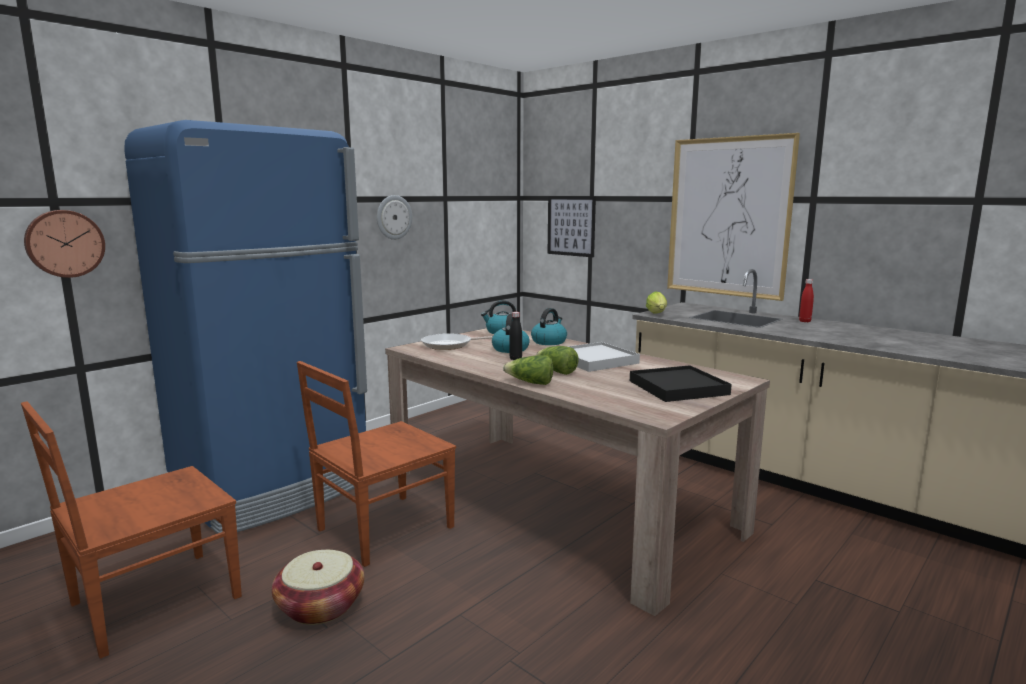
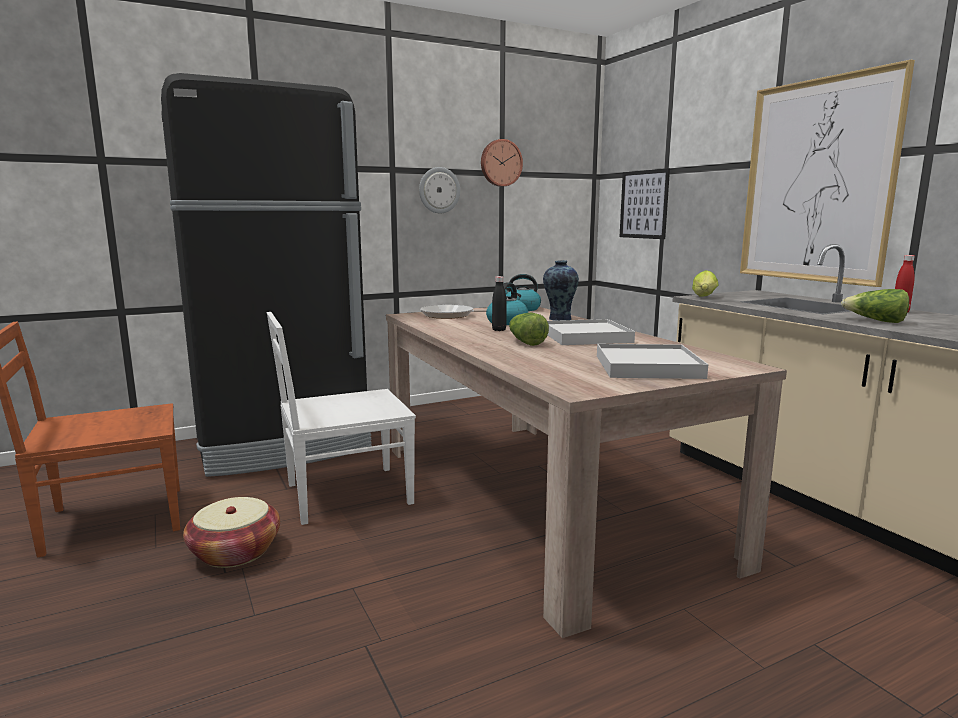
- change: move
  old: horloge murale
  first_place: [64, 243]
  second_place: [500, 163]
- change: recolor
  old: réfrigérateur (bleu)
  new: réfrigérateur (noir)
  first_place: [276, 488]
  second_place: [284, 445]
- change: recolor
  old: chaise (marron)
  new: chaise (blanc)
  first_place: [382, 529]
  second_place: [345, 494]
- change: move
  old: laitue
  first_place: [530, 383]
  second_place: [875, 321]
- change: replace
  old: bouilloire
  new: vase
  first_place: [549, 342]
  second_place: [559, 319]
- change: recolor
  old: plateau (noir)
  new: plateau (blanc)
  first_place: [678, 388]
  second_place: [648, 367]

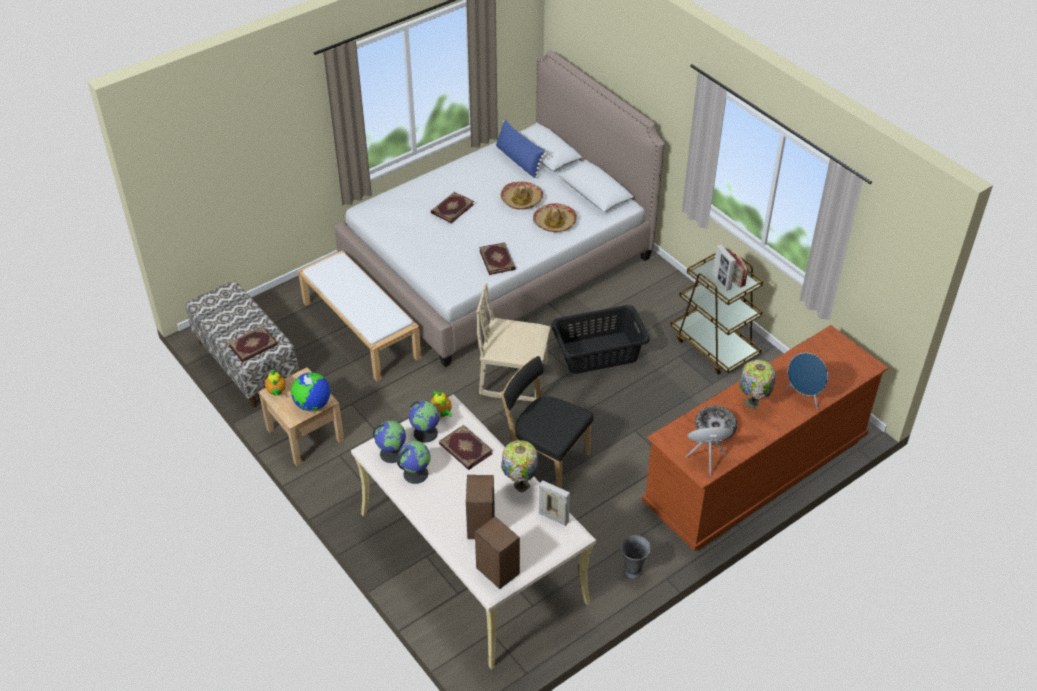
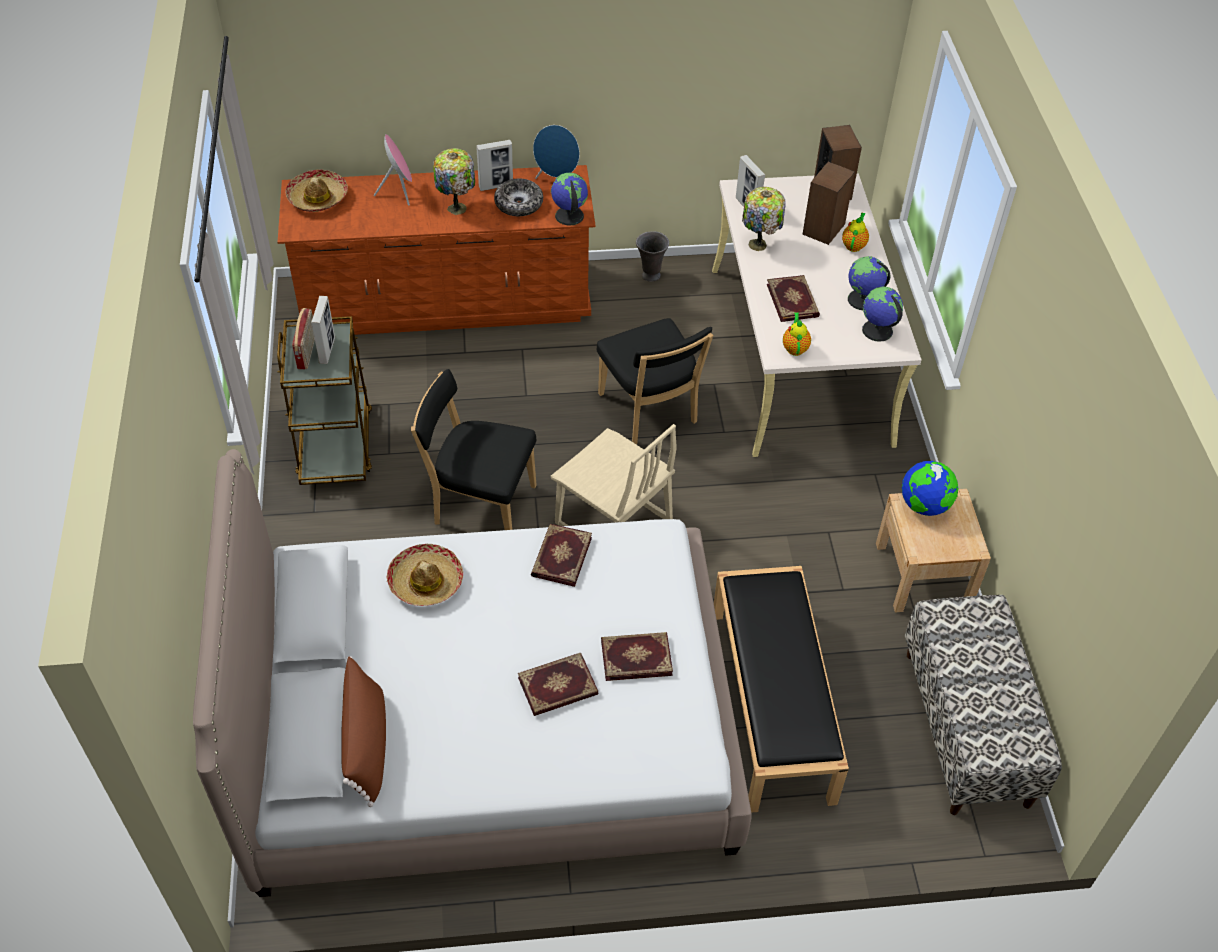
- change: move
  old: livre
  first_place: [253, 346]
  second_place: [636, 657]
- change: move
  old: théière
  first_place: [276, 392]
  second_place: [854, 245]
- change: recolor
  old: banc (blanc)
  new: banc (noir)
  first_place: [362, 330]
  second_place: [770, 702]
- change: move
  old: globe
  first_place: [426, 433]
  second_place: [568, 216]
- change: recolor
  old: coussin (bleu)
  new: coussin (marron)
  first_place: [519, 160]
  second_place: [367, 744]
- change: move
  old: chapeau
  first_place: [521, 200]
  second_place: [318, 197]
- change: replace
  old: panier à linge (noir)
  new: chaise (noir)
  first_place: [599, 353]
  second_place: [480, 504]
- change: recolor
  old: enceinte (bleu)
  new: enceinte (rose)
  first_place: [803, 396]
  second_place: [399, 191]
- change: insert
  new: cadre photo
  second_place: [496, 186]

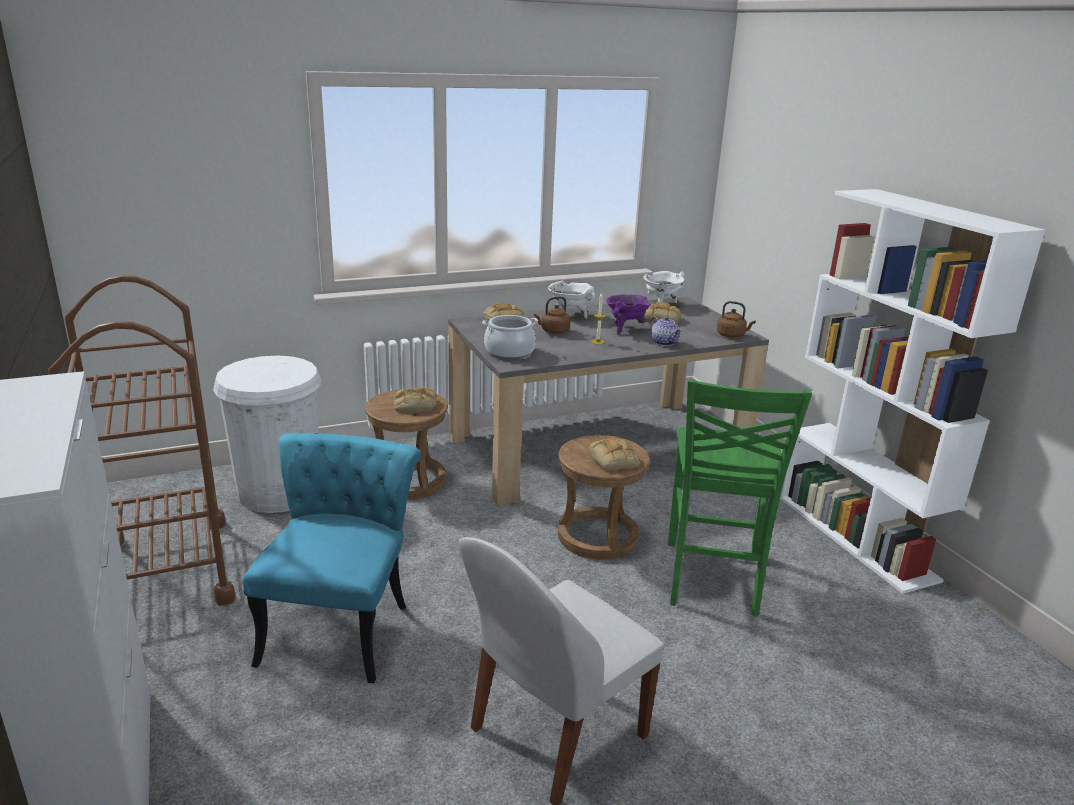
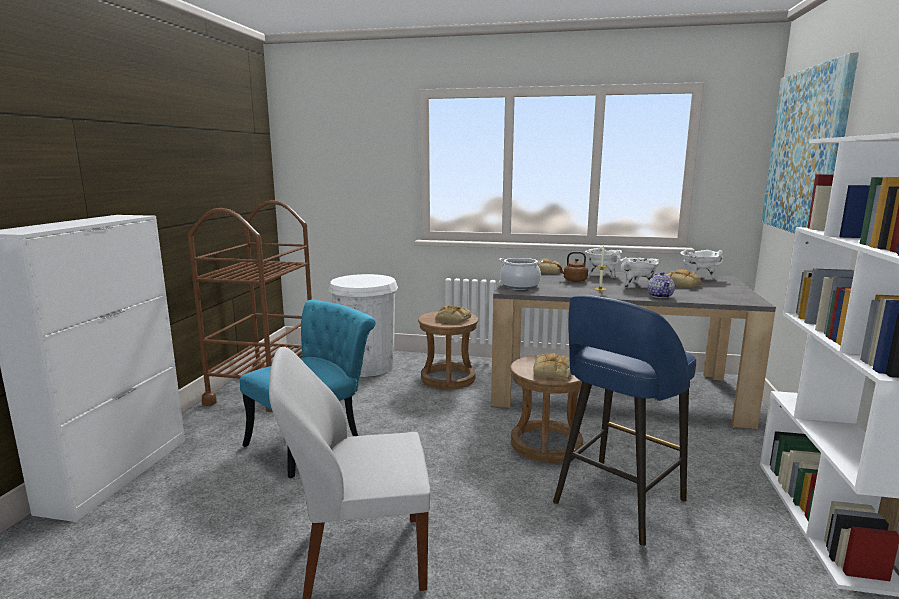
- change: recolor
  old: marmite (violet)
  new: marmite (blanc)
  first_place: [625, 329]
  second_place: [637, 286]
- change: replace
  old: chaise (vert)
  new: tabouret (bleu)
  first_place: [712, 579]
  second_place: [616, 503]
- change: delete
  old: bouilloire (marron)
  first_place: [732, 335]
- change: insert
  new: tableau
  second_place: [805, 151]

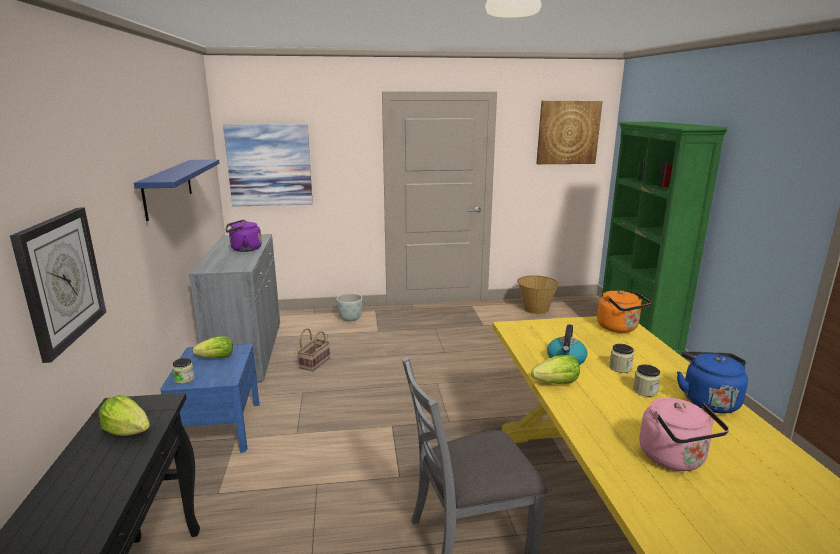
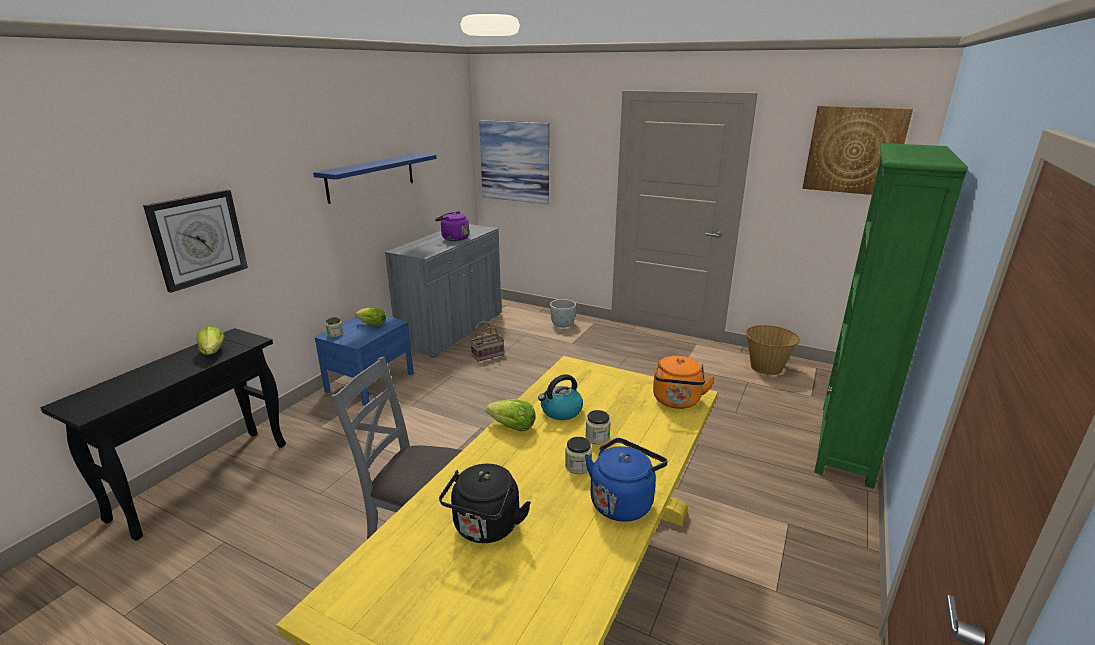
- change: recolor
  old: bouilloire (rose)
  new: bouilloire (noir)
  first_place: [675, 459]
  second_place: [485, 528]

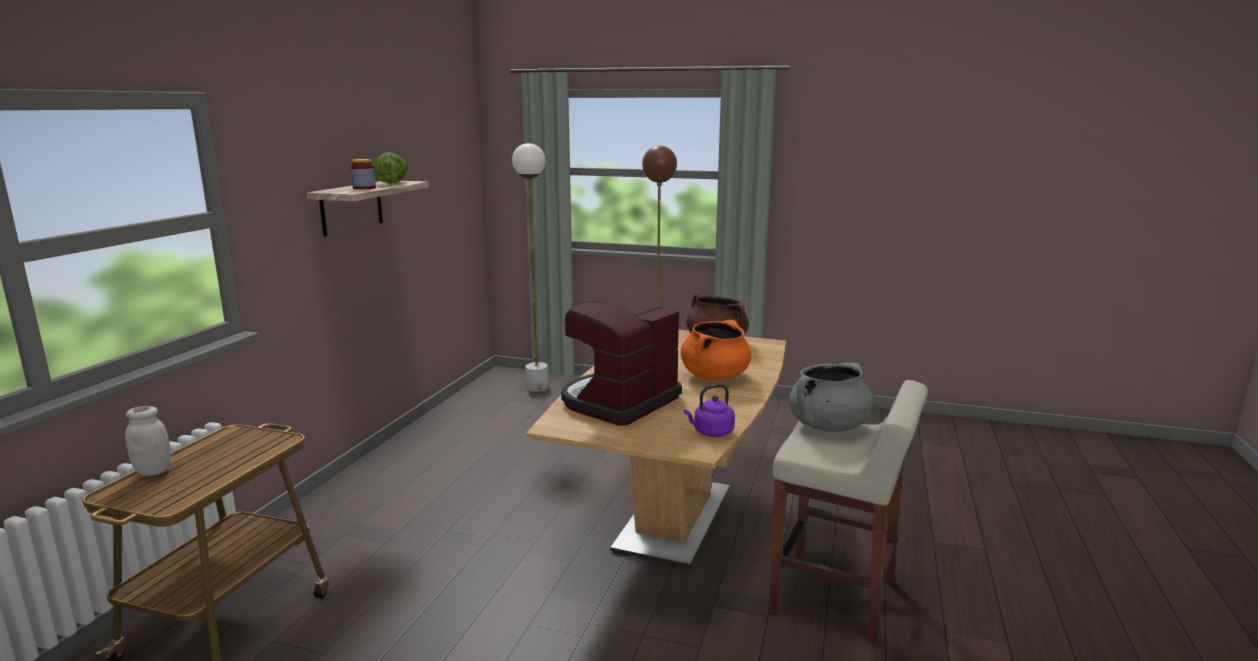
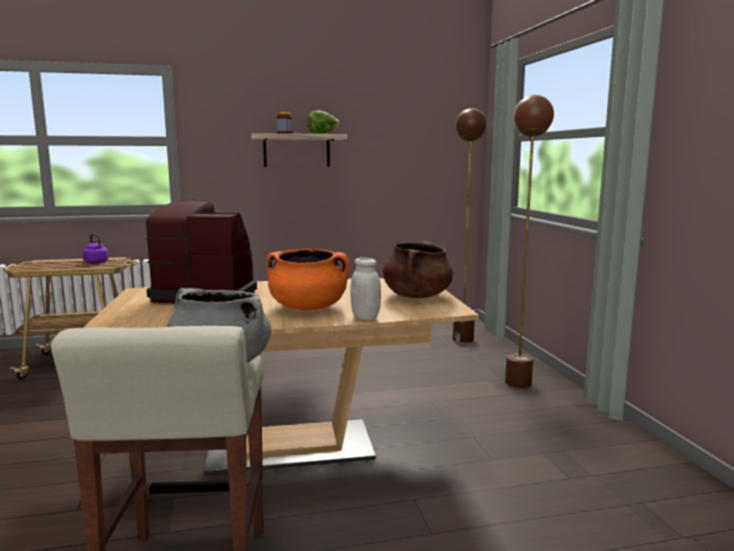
- change: move
  old: bocal (blanc)
  first_place: [153, 471]
  second_place: [365, 317]
- change: recolor
  old: lampadaire (blanc)
  new: lampadaire (marron)
  first_place: [537, 387]
  second_place: [463, 339]
- change: move
  old: bouilloire (violet)
  first_place: [711, 432]
  second_place: [95, 262]

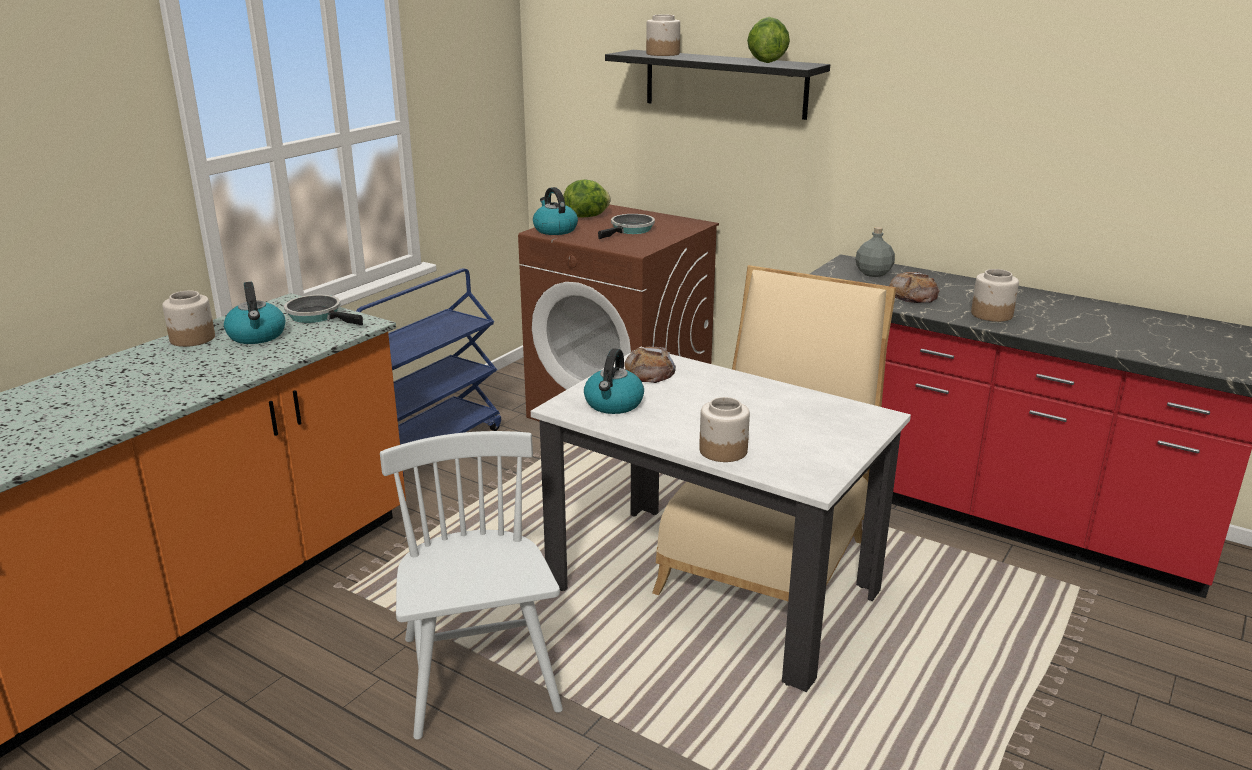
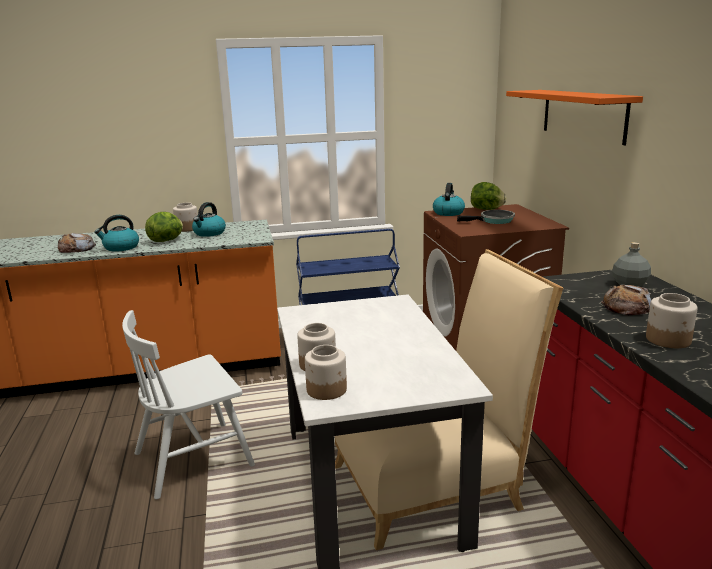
- change: delete
  old: poêle
  first_place: [318, 316]
- change: rotate
  old: chaise (blanc)
  first_place: [479, 675]
  second_place: [194, 458]
  degrees: -150
- change: move
  old: bouilloire
  first_place: [614, 404]
  second_place: [120, 248]
- change: recolor
  old: étagère (noir)
  new: étagère (orange)
  first_place: [724, 83]
  second_place: [583, 115]
- change: move
  old: pain
  first_place: [649, 372]
  second_place: [77, 249]
- change: move
  old: bocal
  first_place: [663, 54]
  second_place: [327, 390]
- change: move
  old: laitue
  first_place: [765, 62]
  second_place: [167, 240]

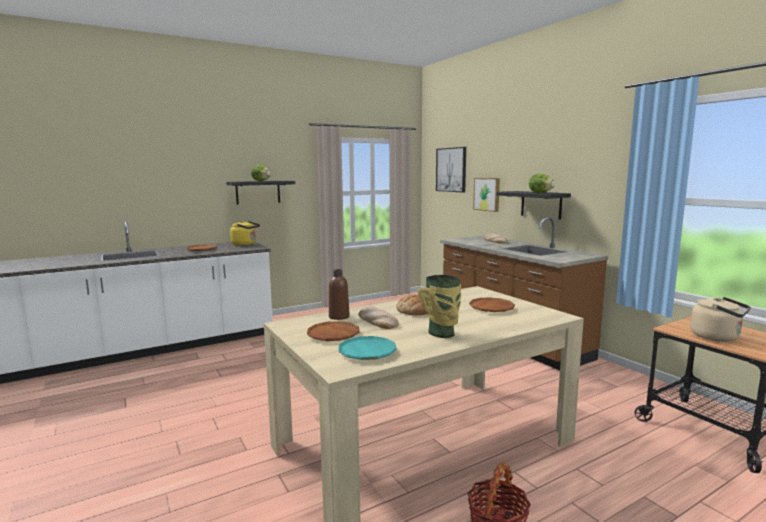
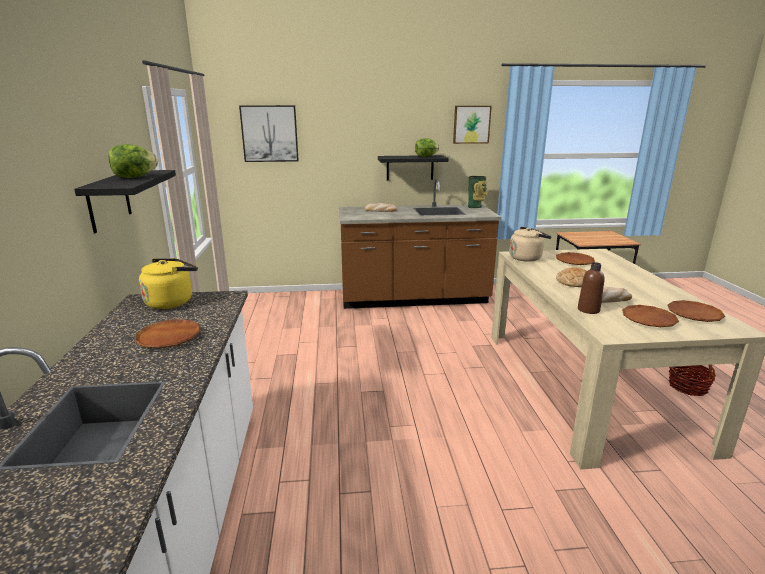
- change: recolor
  old: assiette (turquoise)
  new: assiette (marron)
  first_place: [367, 352]
  second_place: [694, 314]
- change: move
  old: vase
  first_place: [442, 334]
  second_place: [475, 207]
- change: move
  old: tableau
  first_place: [487, 194]
  second_place: [471, 124]
- change: move
  old: bouilloire (beige)
  first_place: [717, 337]
  second_place: [527, 258]

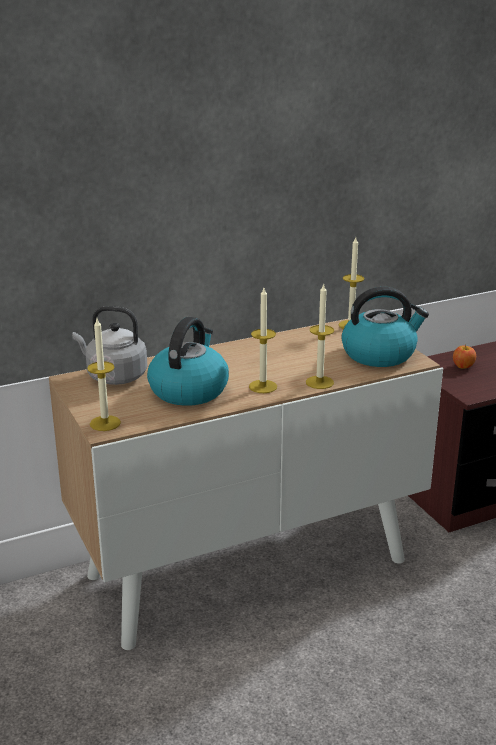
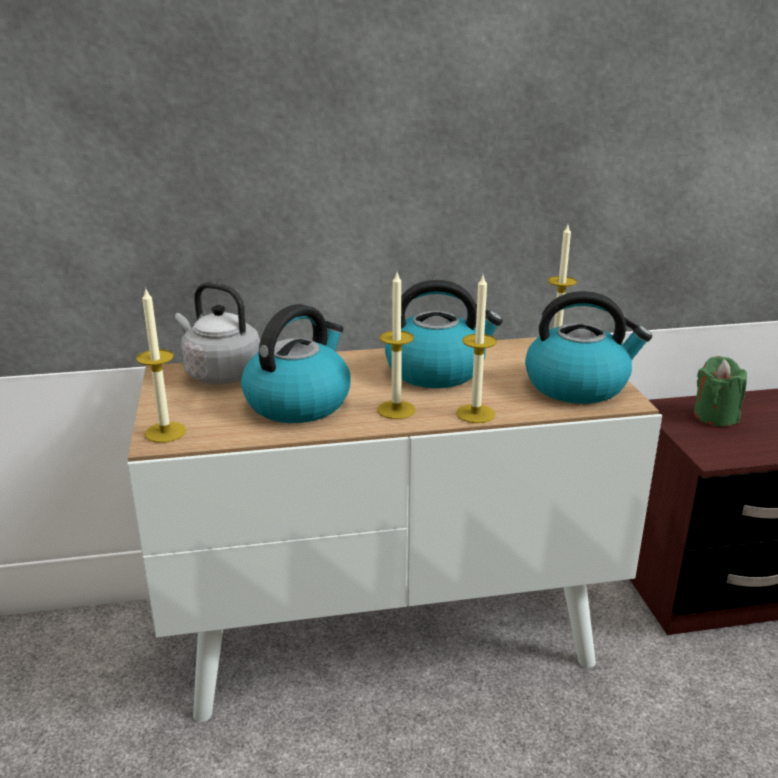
- change: replace
  old: pomme
  new: bougie (vert)
  first_place: [463, 366]
  second_place: [715, 416]
- change: insert
  new: bouilloire
  second_place: [437, 371]

